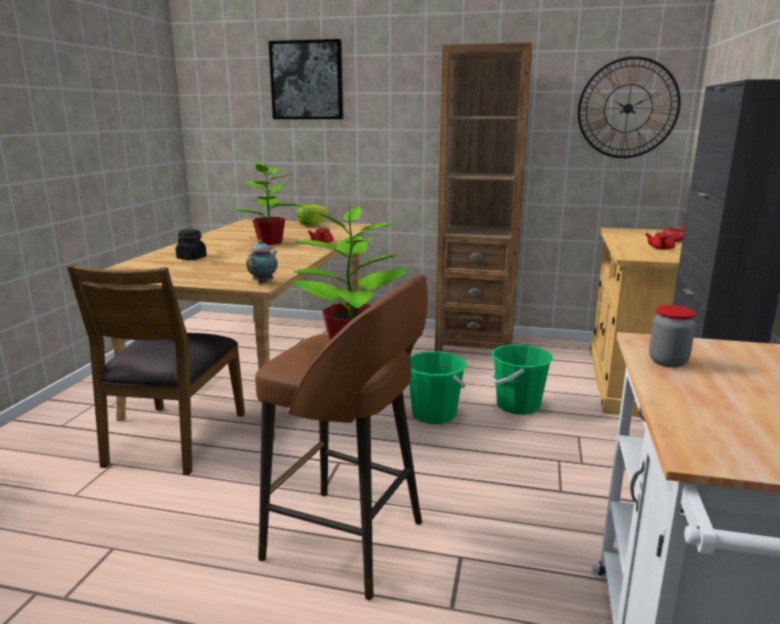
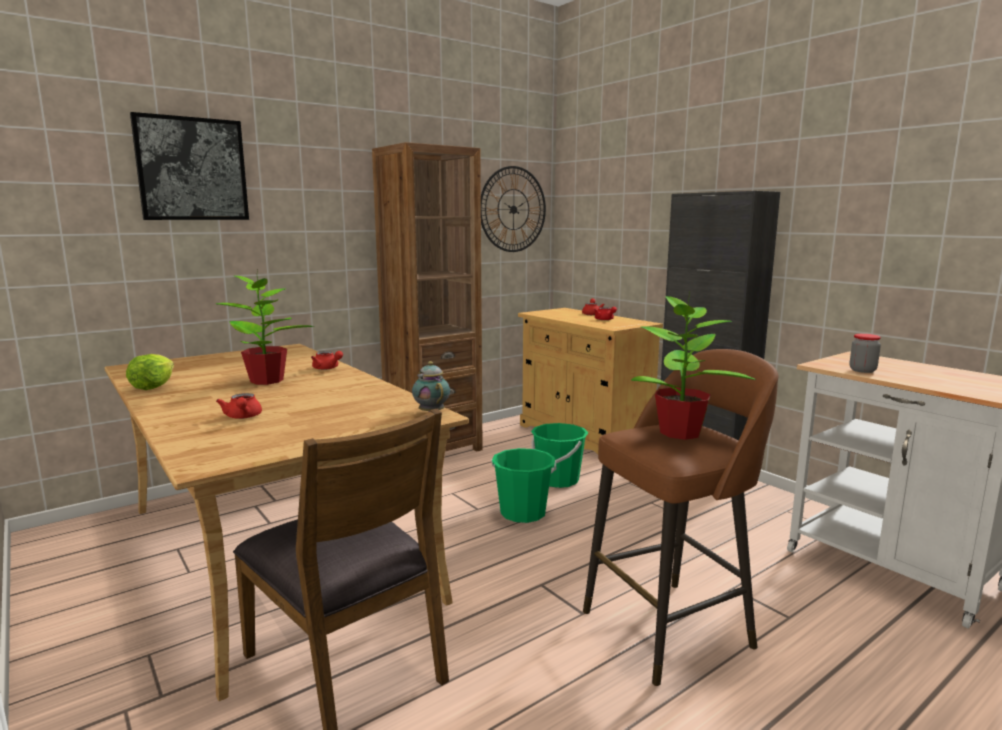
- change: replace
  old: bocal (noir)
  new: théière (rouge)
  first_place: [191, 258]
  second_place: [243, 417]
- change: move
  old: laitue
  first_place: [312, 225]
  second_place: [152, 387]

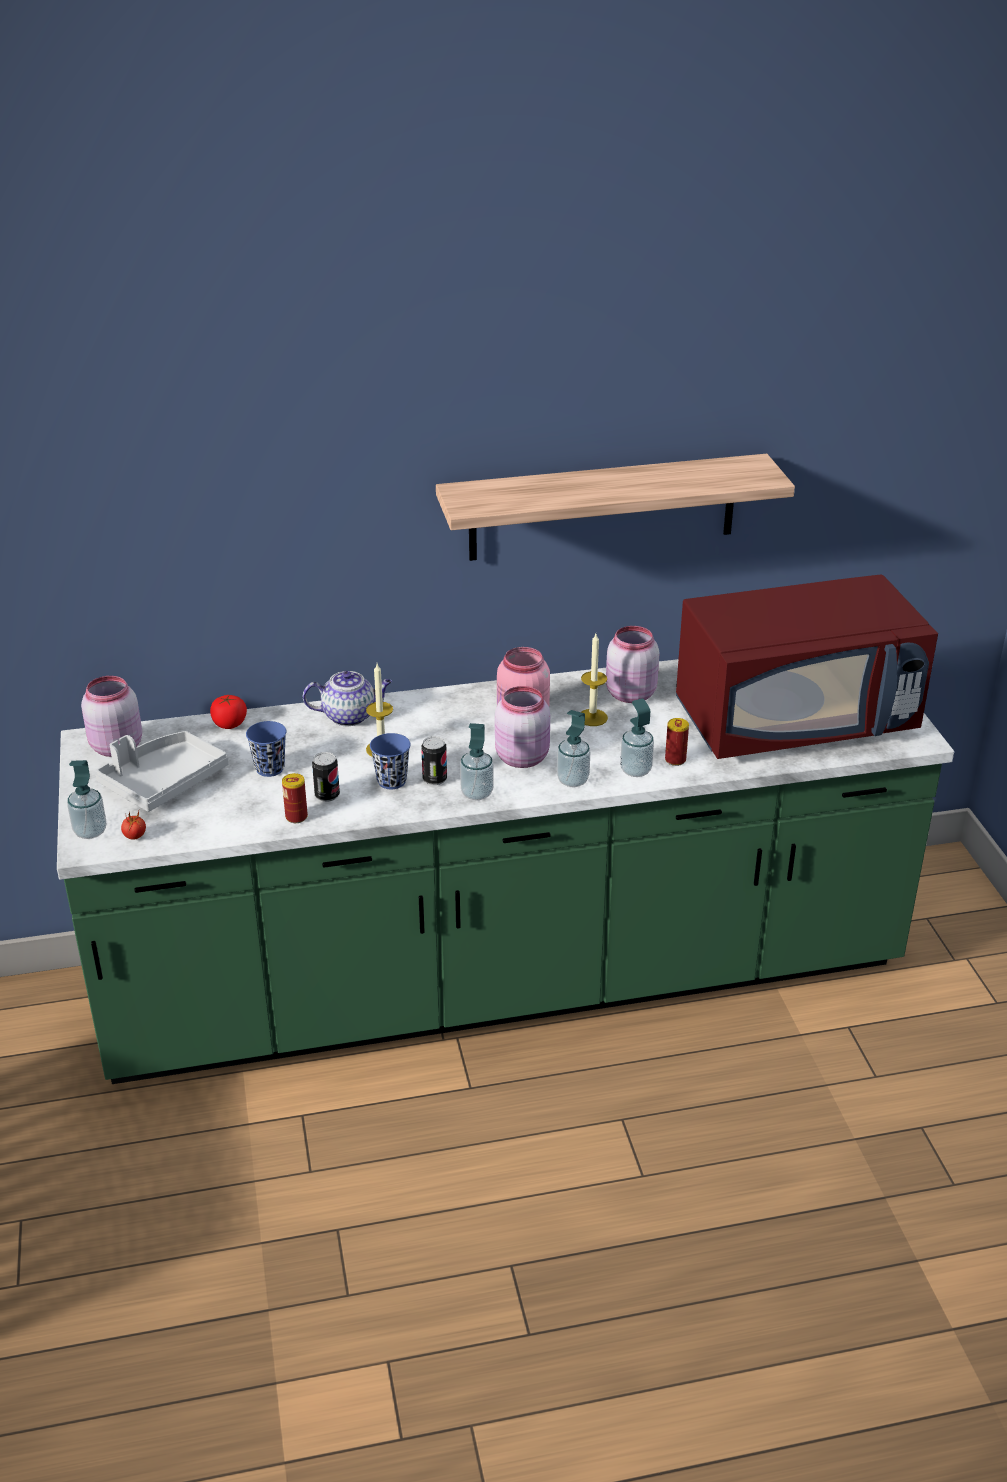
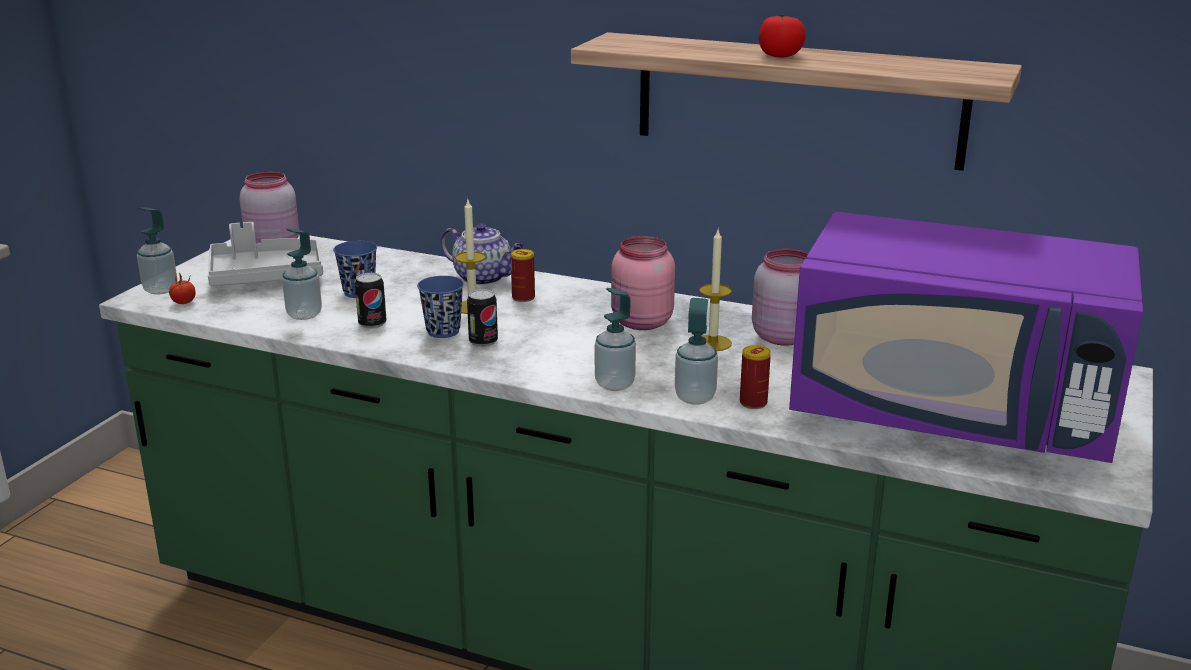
- change: move
  old: tomate
  first_place: [229, 724]
  second_place: [780, 55]
- change: move
  old: boîte métallique
  first_place: [296, 817]
  second_place: [523, 298]
- change: move
  old: distributeur de savon
  first_place: [477, 793]
  second_place: [304, 314]
- change: delete
  old: bocal (rose)
  first_place: [522, 757]
- change: recolor
  old: micro-ondes (rouge)
  new: micro-ondes (violet)
  first_place: [795, 721]
  second_place: [953, 414]

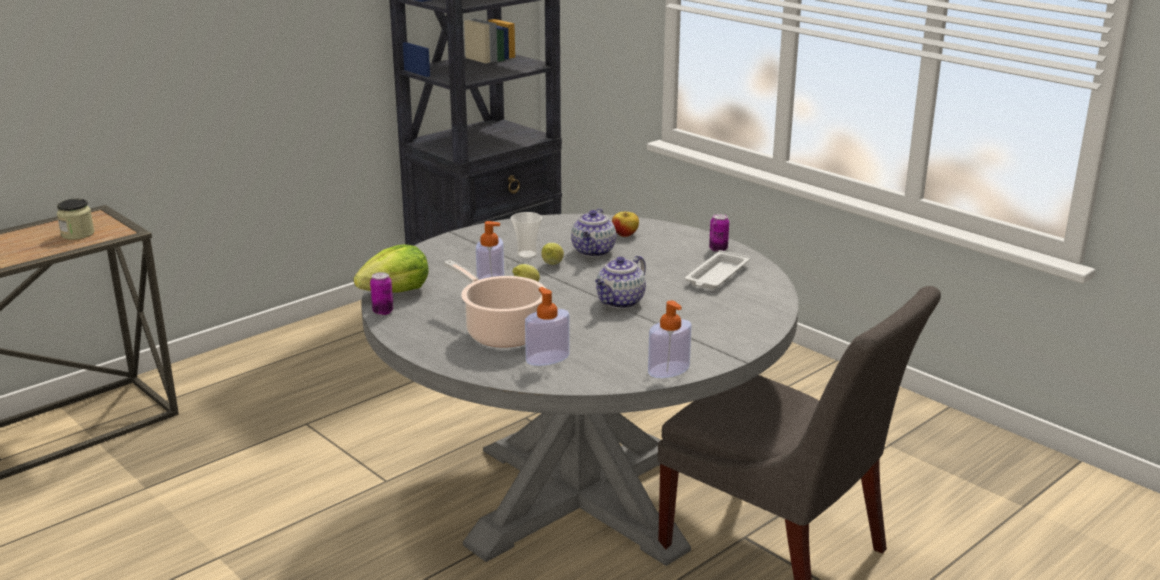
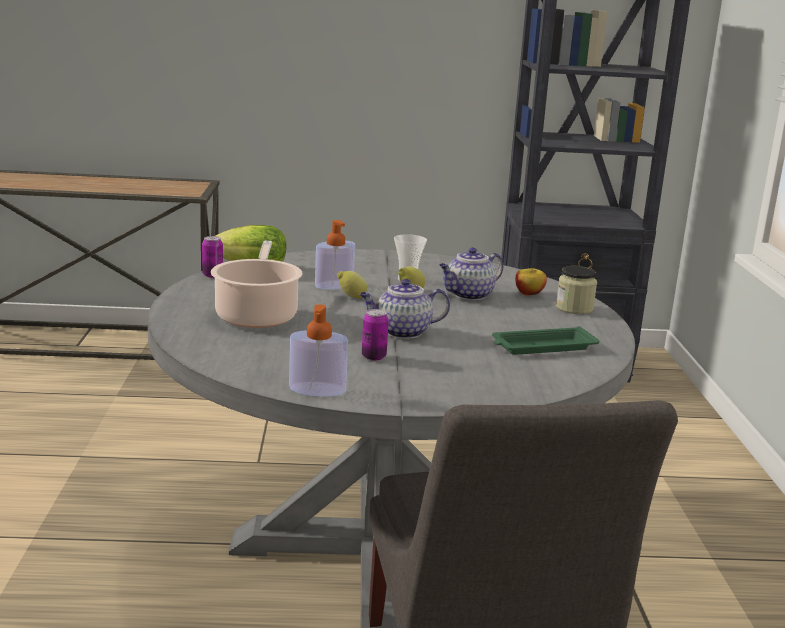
- change: move
  old: bocal
  first_place: [78, 234]
  second_place: [574, 308]
- change: delete
  old: distributeur de savon
  first_place: [547, 358]
- change: recolor
  old: plateau (blanc)
  new: plateau (vert)
  first_place: [716, 276]
  second_place: [542, 347]
- change: move
  old: boîte métallique
  first_place: [718, 249]
  second_place: [373, 357]

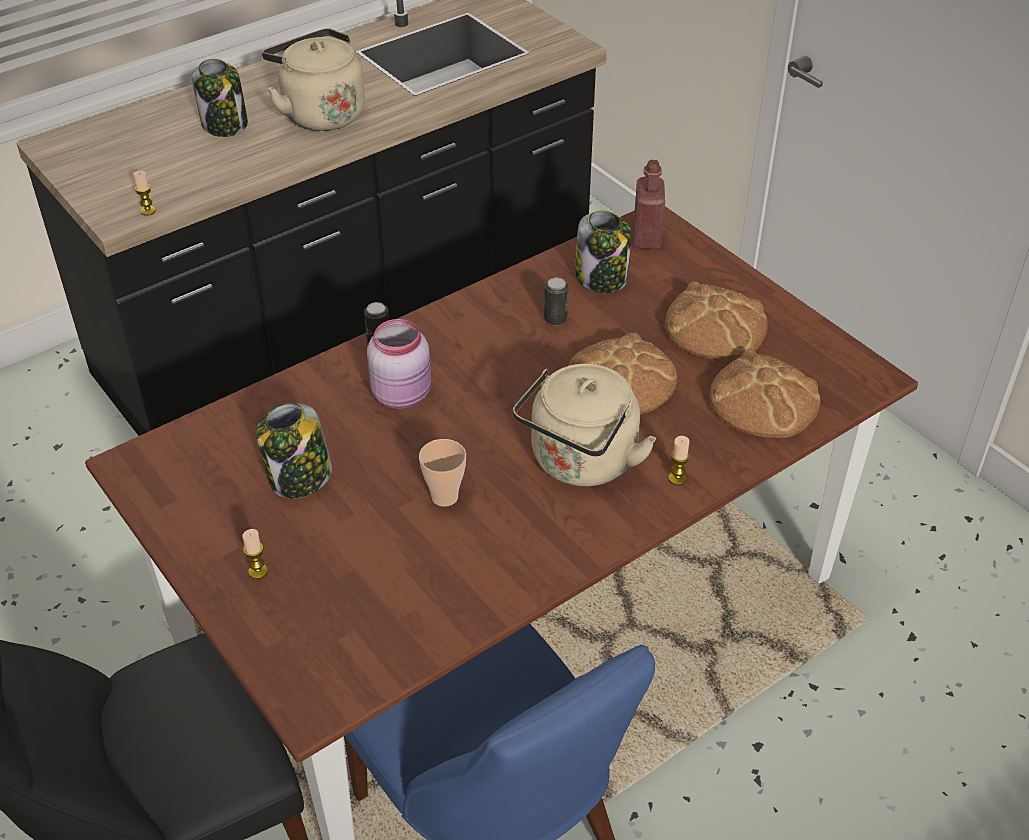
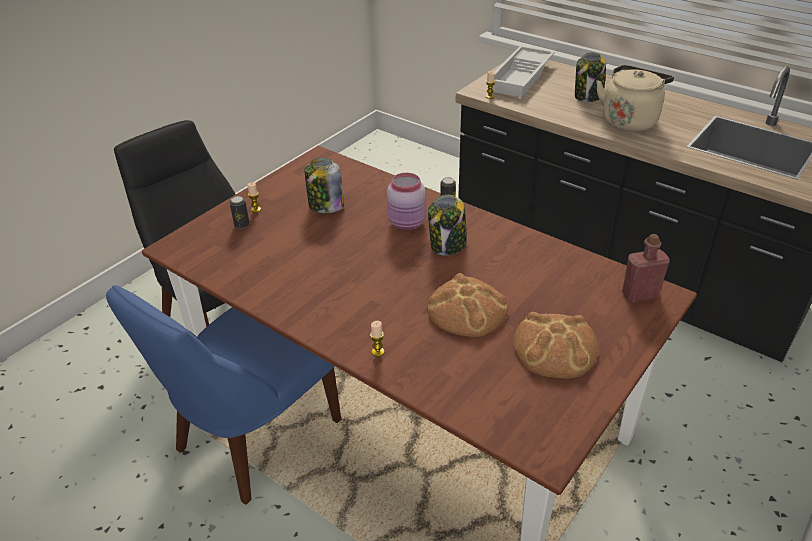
- change: delete
  old: tasse
  first_place: [444, 497]
- change: delete
  old: bouilloire (beige)
  first_place: [580, 463]
- change: move
  old: boîte métallique
  first_place: [555, 319]
  second_place: [242, 224]
- change: move
  old: bocal
  first_place: [602, 278]
  second_place: [448, 245]
- change: delete
  old: pain
  first_place: [763, 400]
- change: insert
  new: plateau (blanc)
  second_place: [522, 77]

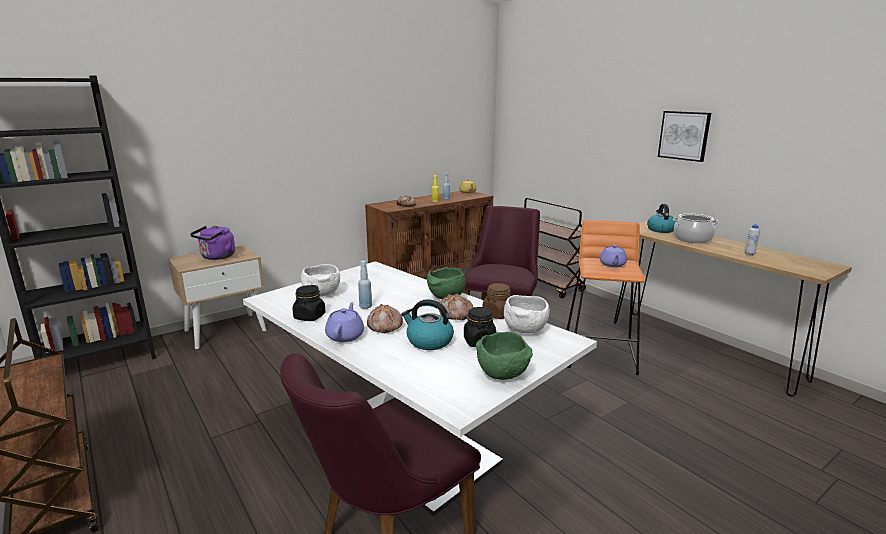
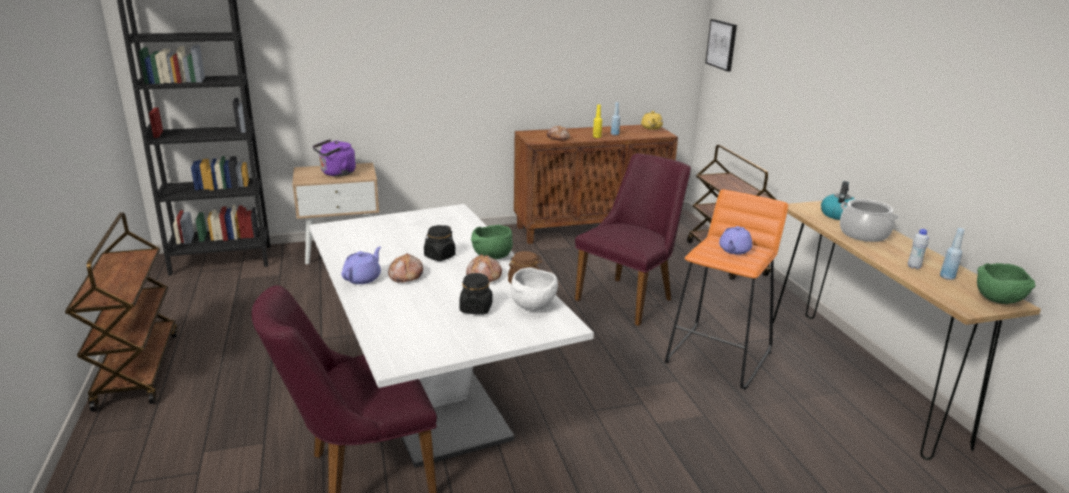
- change: move
  old: bocal (noir)
  first_place: [309, 317]
  second_place: [439, 256]
- change: delete
  old: bol (blanc)
  first_place: [321, 294]
- change: move
  old: bouteille (bleu)
  first_place: [365, 306]
  second_place: [947, 277]
- change: delete
  old: bouilloire
  first_place: [429, 341]
- change: move
  old: bol (vert)
  first_place: [503, 375]
  second_place: [998, 300]
- change: move
  old: tableau
  first_place: [684, 135]
  second_place: [722, 44]

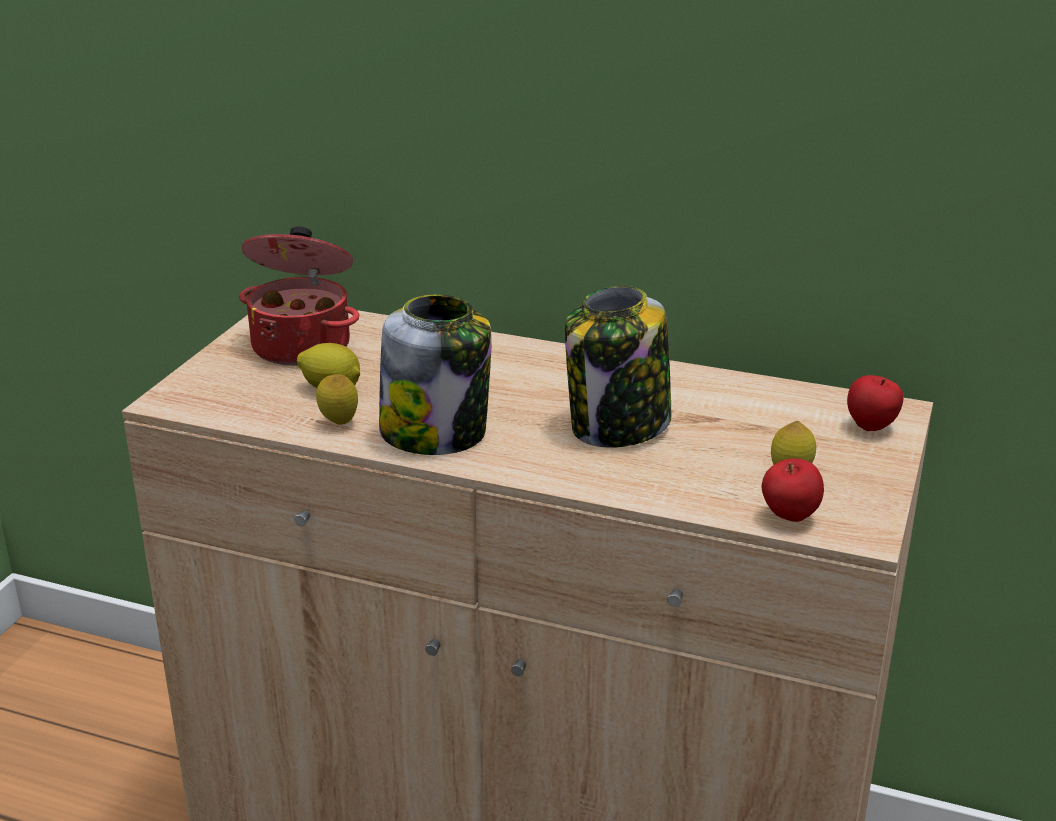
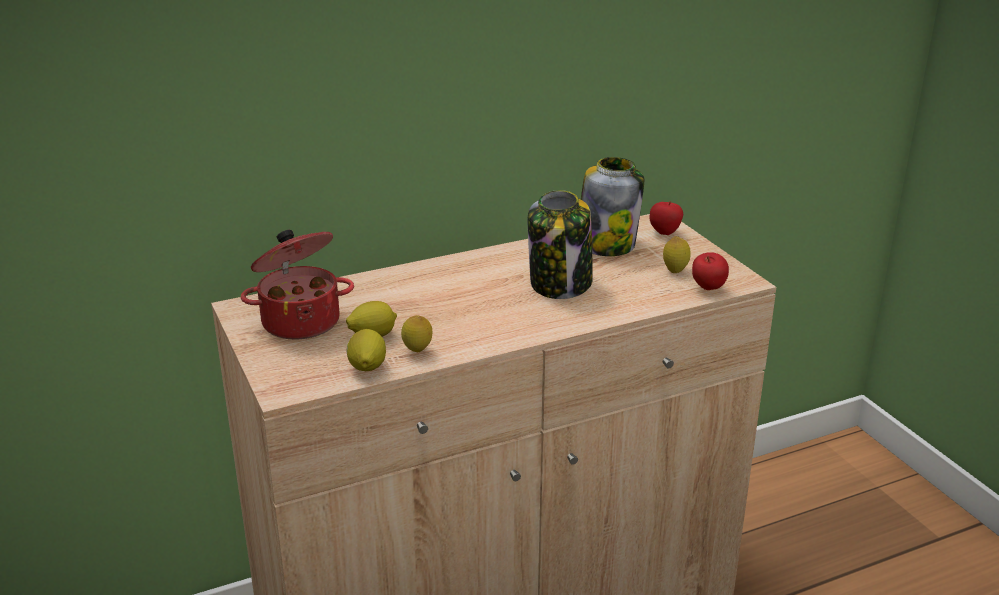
- change: move
  old: bocal
  first_place: [436, 433]
  second_place: [606, 244]
- change: insert
  new: citron
  second_place: [367, 368]

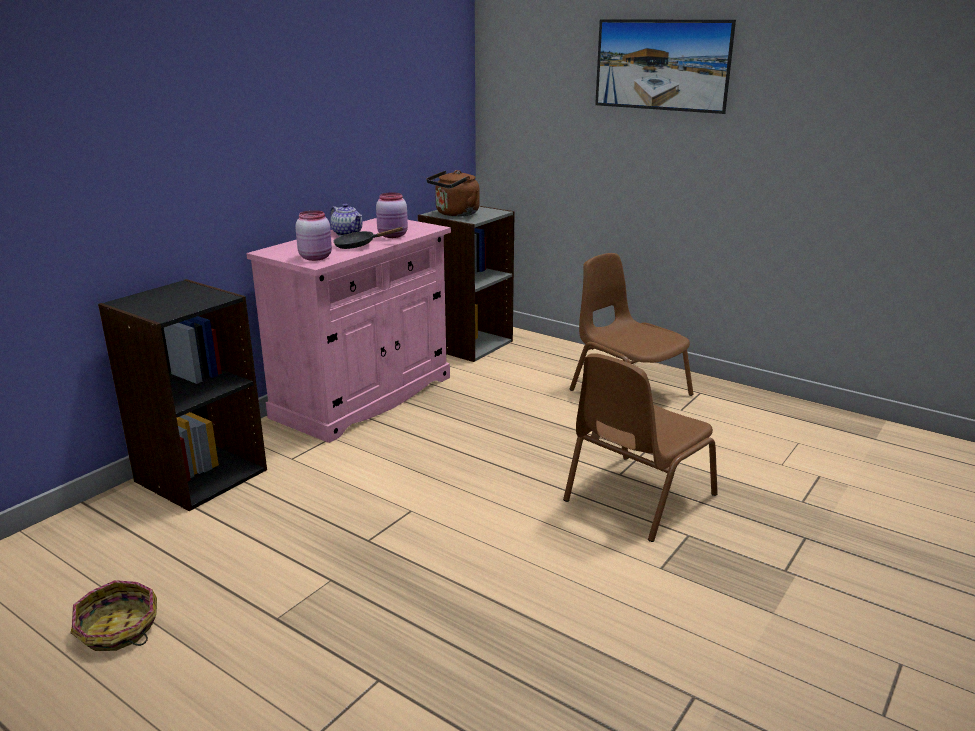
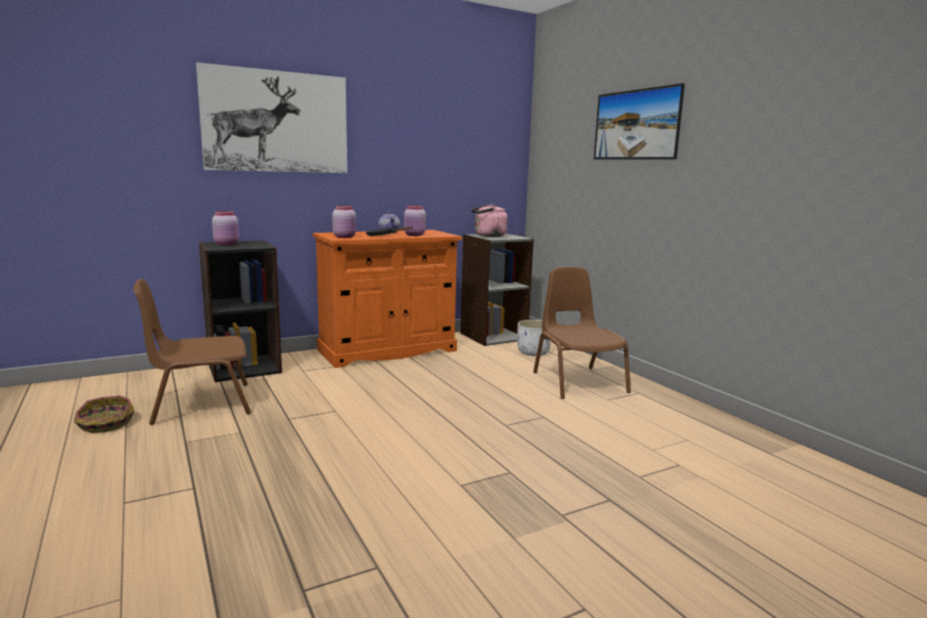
- change: recolor
  old: meuble de rangement (rose)
  new: meuble de rangement (orange)
  first_place: [364, 397]
  second_place: [387, 350]
- change: recolor
  old: bouilloire (marron)
  new: bouilloire (rose)
  first_place: [455, 214]
  second_place: [488, 236]
- change: move
  old: chaise (marron)
  first_place: [636, 498]
  second_place: [200, 403]
- change: insert
  new: tableau
  second_place: [276, 122]
- change: insert
  new: bocal (rose)
  second_place: [227, 244]
- change: insert
  new: cache-pot (blanc)
  second_place: [533, 353]

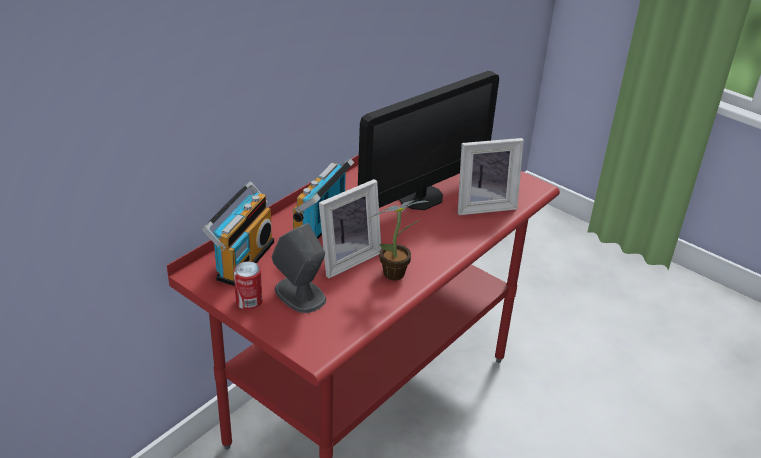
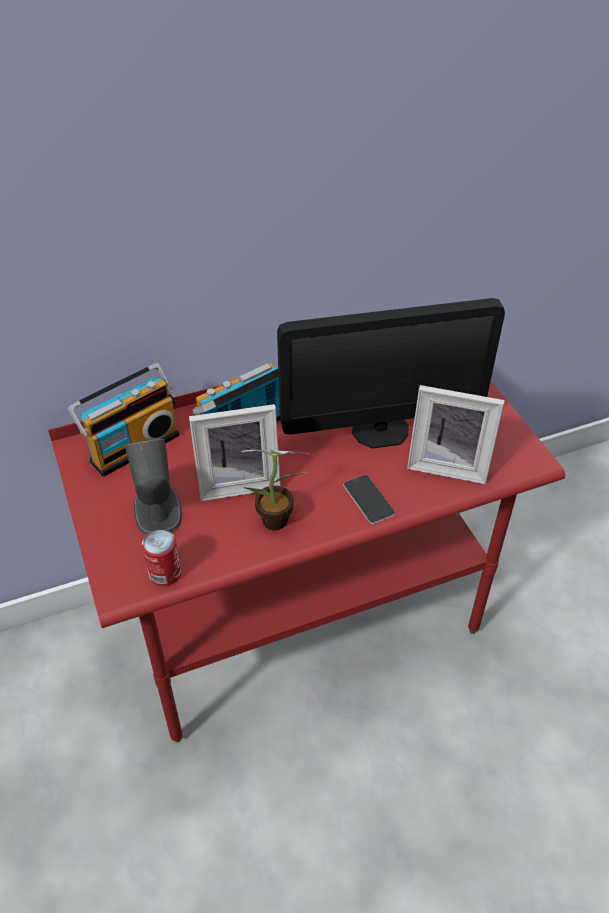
- change: move
  old: boîte métallique
  first_place: [249, 301]
  second_place: [165, 573]
- change: insert
  new: téléphone
  second_place: [368, 499]

